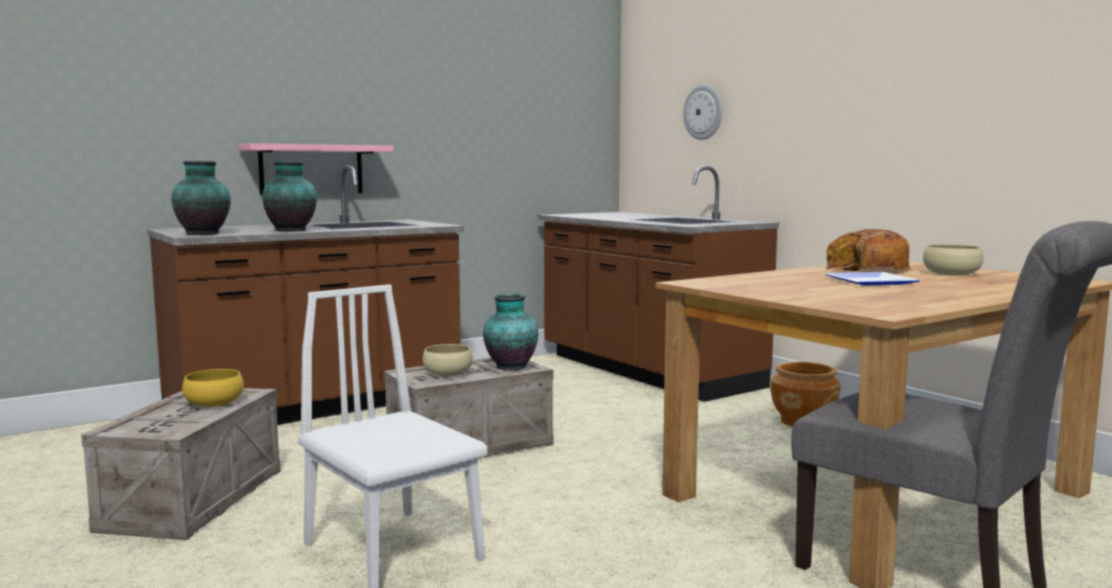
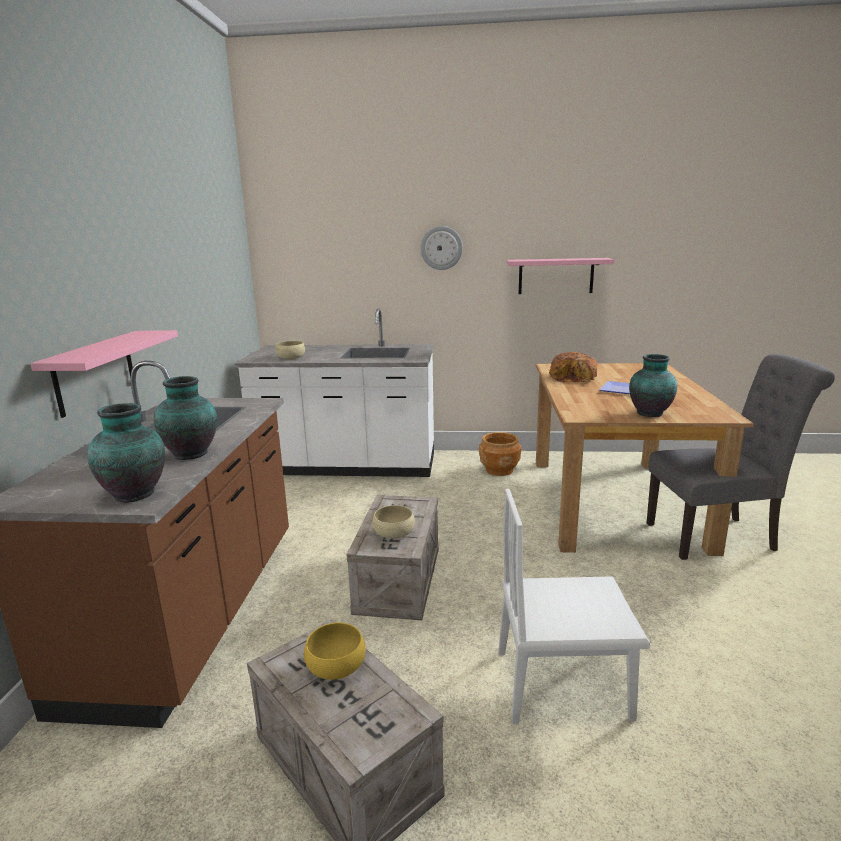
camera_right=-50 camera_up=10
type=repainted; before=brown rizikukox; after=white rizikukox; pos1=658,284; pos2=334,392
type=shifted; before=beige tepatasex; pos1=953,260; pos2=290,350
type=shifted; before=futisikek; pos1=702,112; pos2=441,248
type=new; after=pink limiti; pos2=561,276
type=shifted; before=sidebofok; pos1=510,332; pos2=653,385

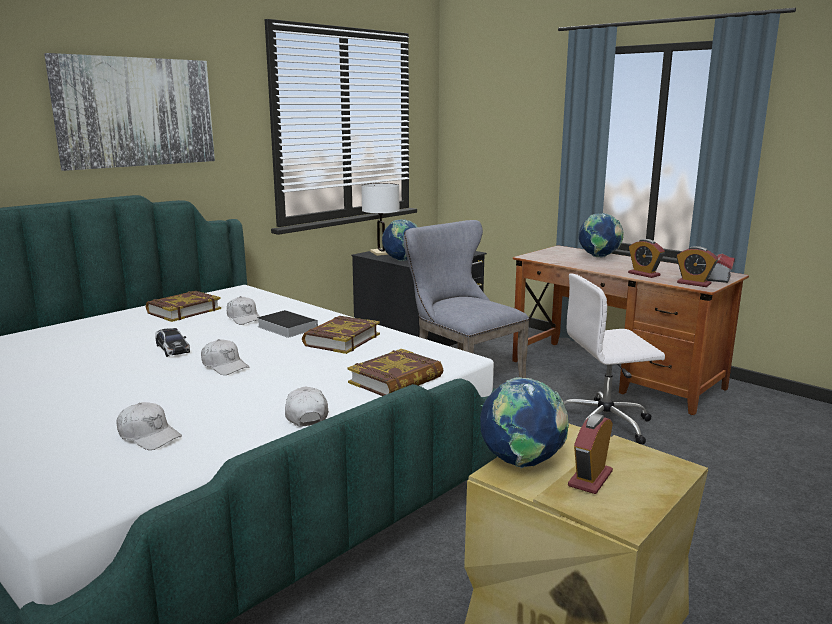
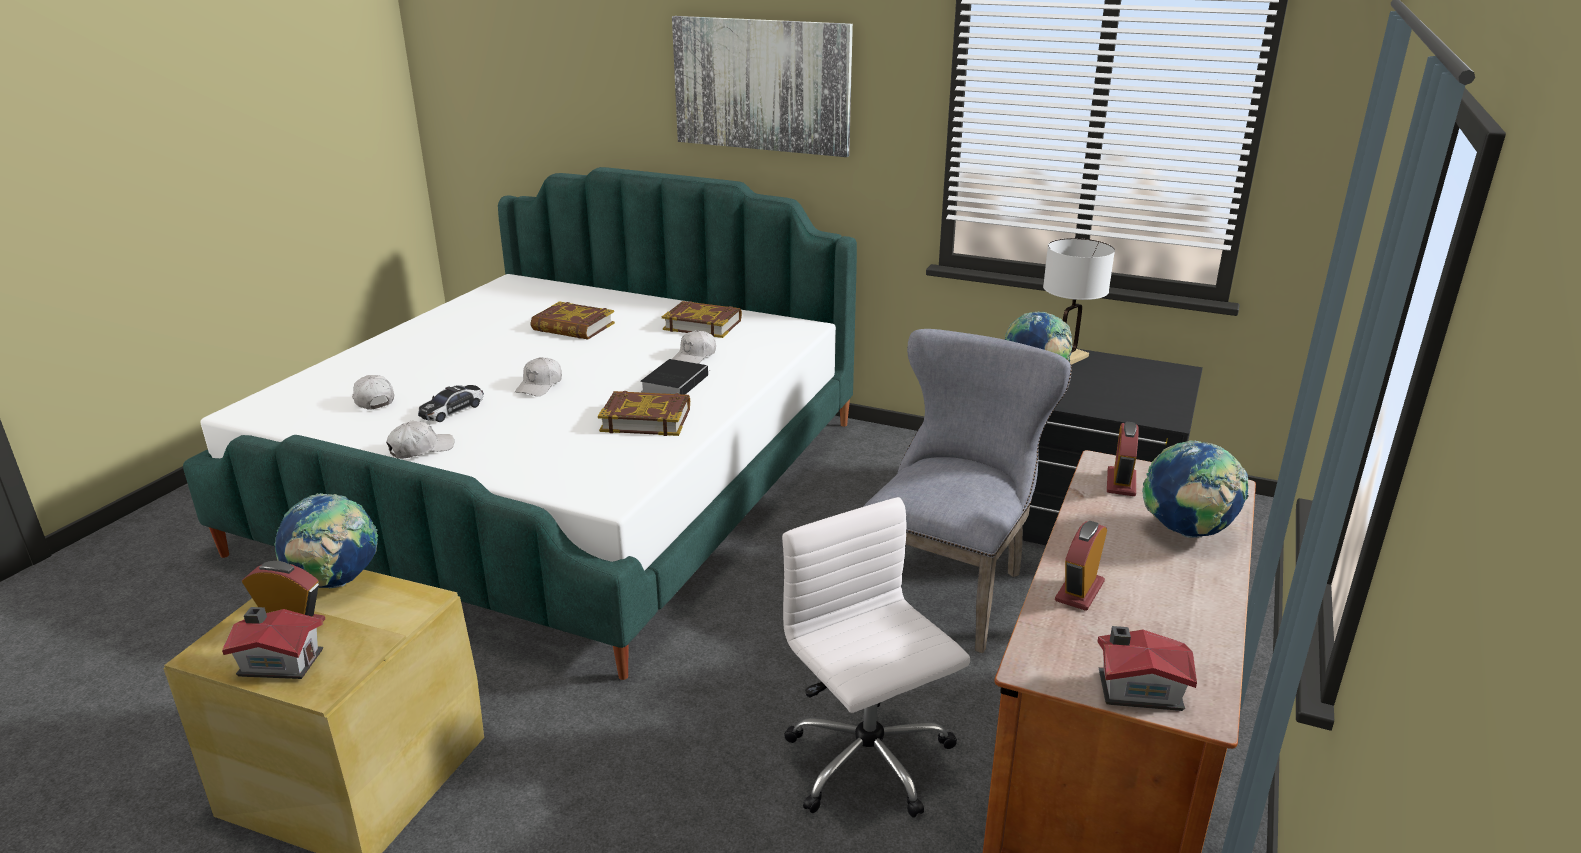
camera_right=70 camera_up=10
type=new; after=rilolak; pos2=272,643
type=rotated; before=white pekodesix; pos1=149,426; pos2=373,392; turn=135
type=shifted; before=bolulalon; pos1=172,342; pos2=451,403
type=shifted; before=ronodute; pos1=395,372; pos2=573,320
type=shifted; before=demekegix; pos1=697,266; pos2=1123,459

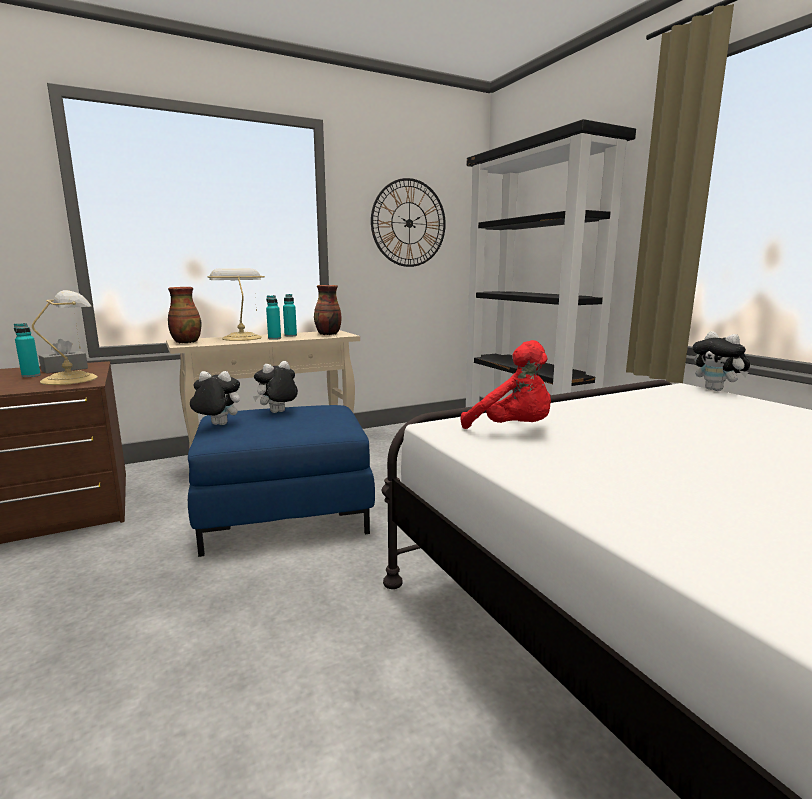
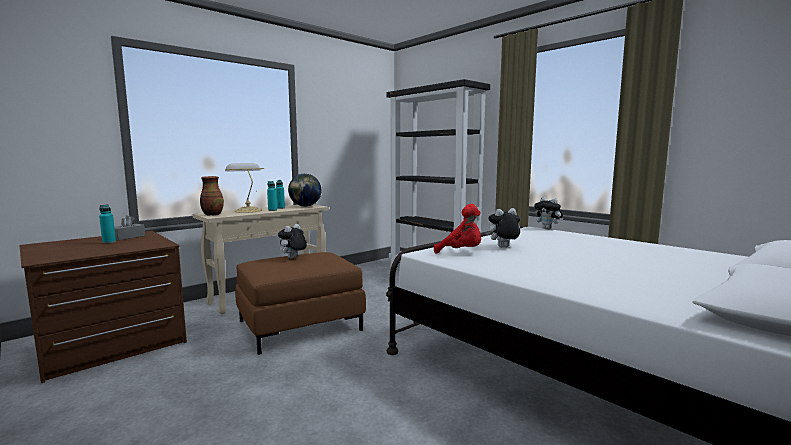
camera_right=-15 camera_up=-5
type=repainted; before=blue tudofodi; after=brown tudofodi; pos1=281,481; pos2=300,303
type=swapped; before=sidebofok; after=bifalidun; pos1=328,310; pos2=305,190
type=shifted; before=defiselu; pos1=215,398; pos2=503,227
type=gone; before=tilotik; pos1=64,337
type=gone; before=futisikek; pos1=408,222

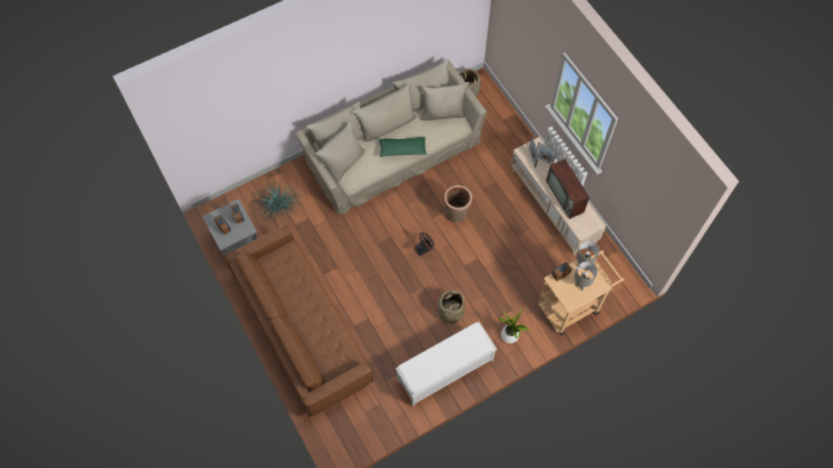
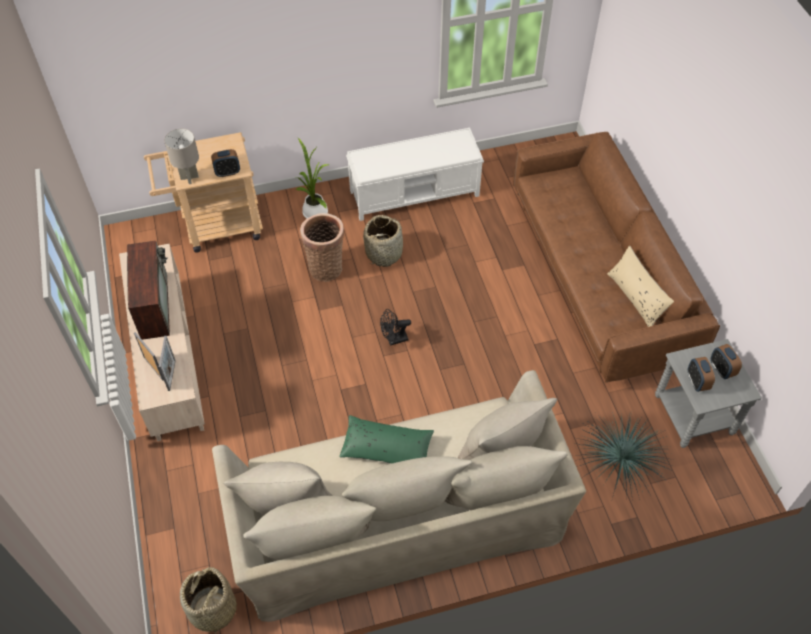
camera_right=-165 camera_up=-10
type=shifted; before=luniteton; pos1=458,204; pos2=322,247
type=new; after=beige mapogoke; pos2=640,286
type=gone; before=grey tilotik; pos1=586,276

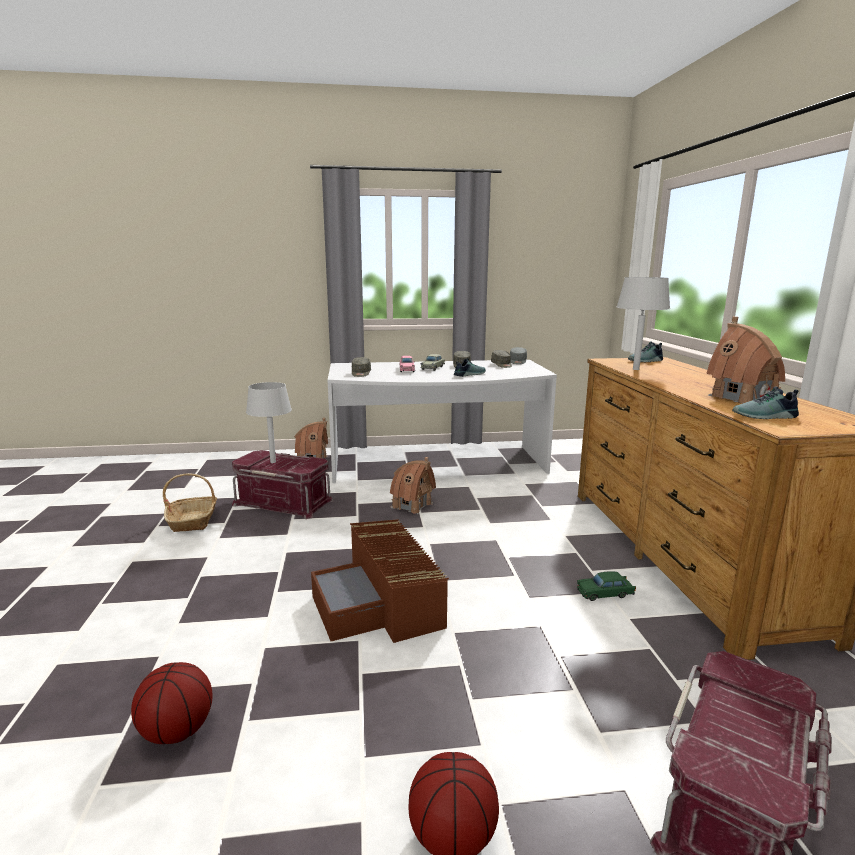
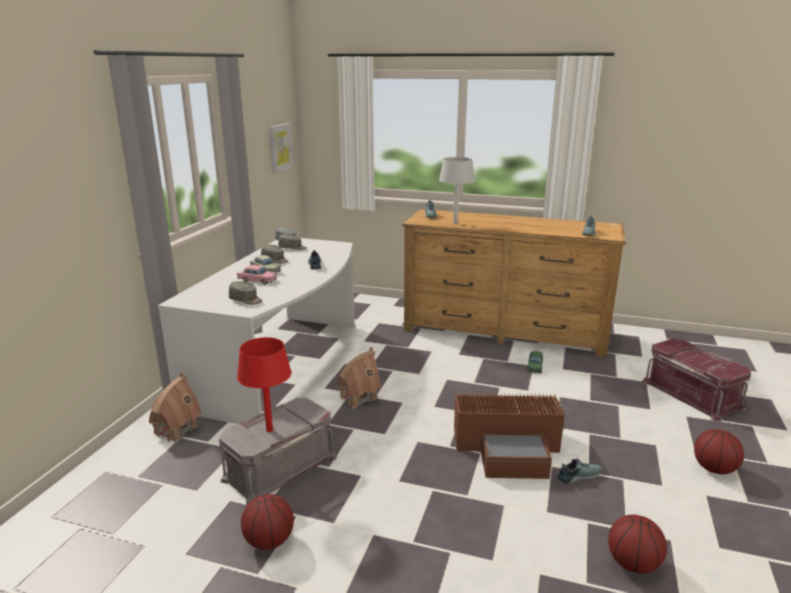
camera_right=-65 camera_up=5
type=repainted; before=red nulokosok; after=grey nulokosok; pos1=283,484; pos2=278,451
type=repainted; before=grey tilotik; after=red tilotik; pos1=269,422; pos2=264,384
type=swapped; before=luniteton; after=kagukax; pos1=190,502; pos2=267,522
type=new; after=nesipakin; pos2=281,148
type=new; after=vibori; pos2=579,471
type=gone; before=rilolak; pos1=746,360

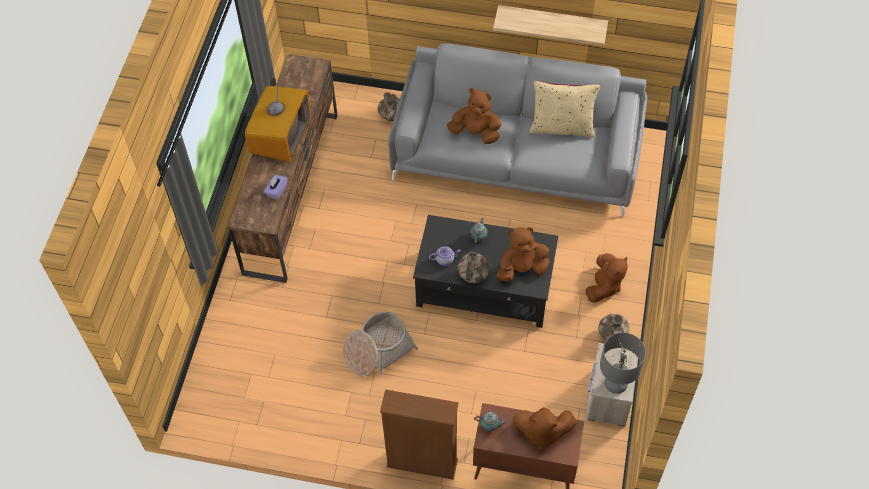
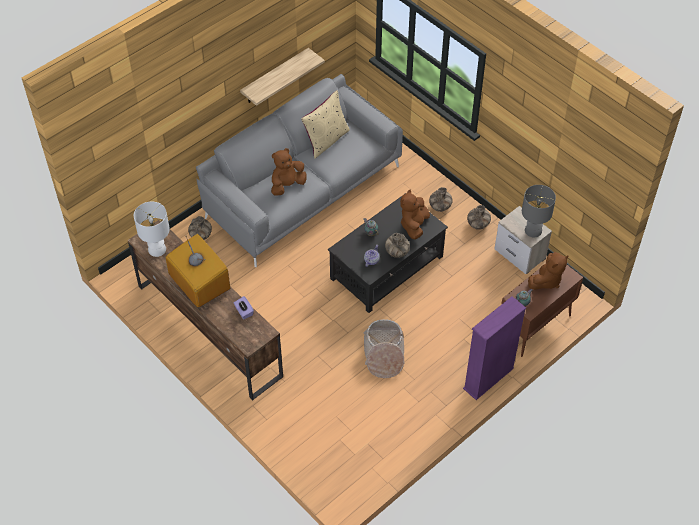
camera_right=-55 camera_up=-5
type=new; after=white tilotik; pos2=152,229
type=swapped; before=brown defiselu; after=sidebofok; pos1=607,278; pos2=441,199
type=repainted; before=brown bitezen; after=purple bitezen; pos1=419,434; pos2=494,348

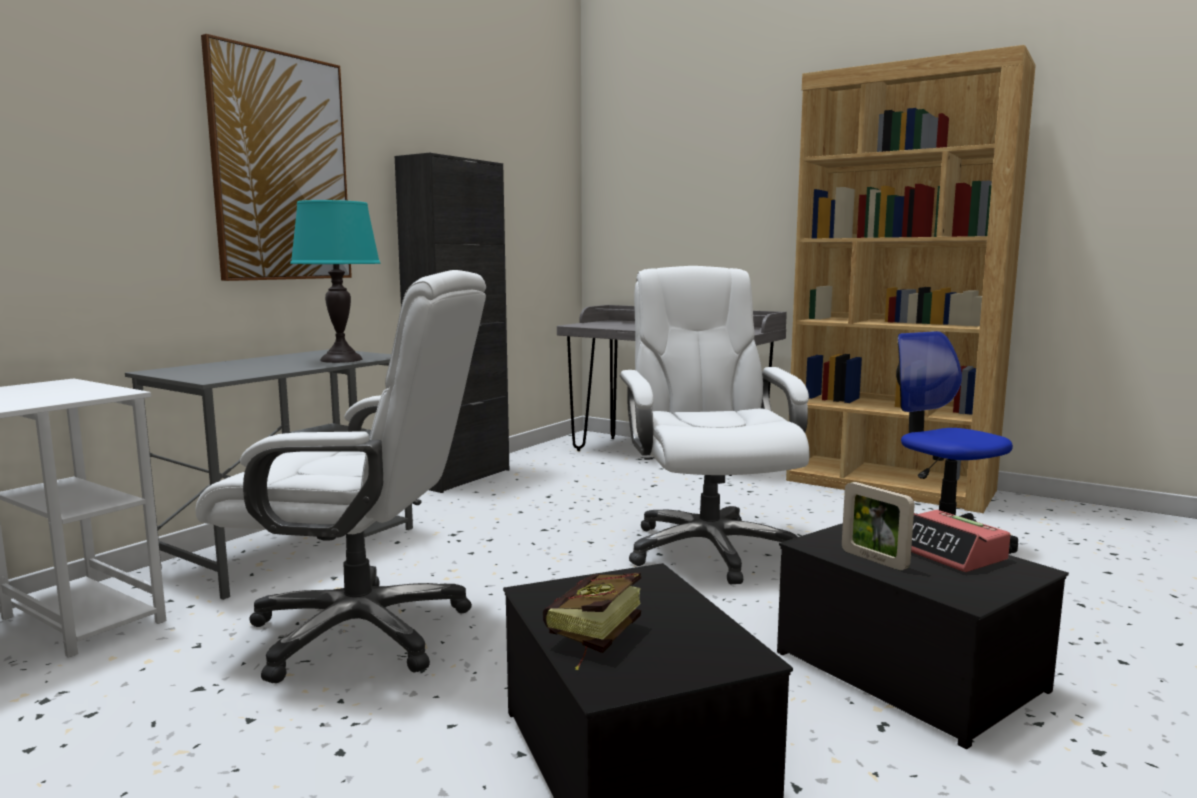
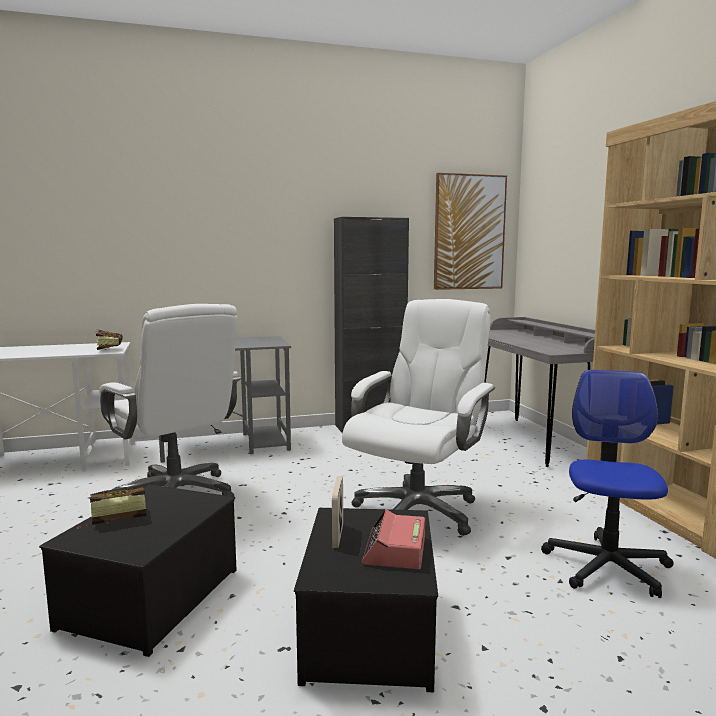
camera_right=40 camera_up=0
type=new; after=ronodute; pos2=109,340
type=shifted; before=nesipakin; pos1=276,157; pos2=470,231
type=gone; before=turquoise tilotik; pos1=335,281

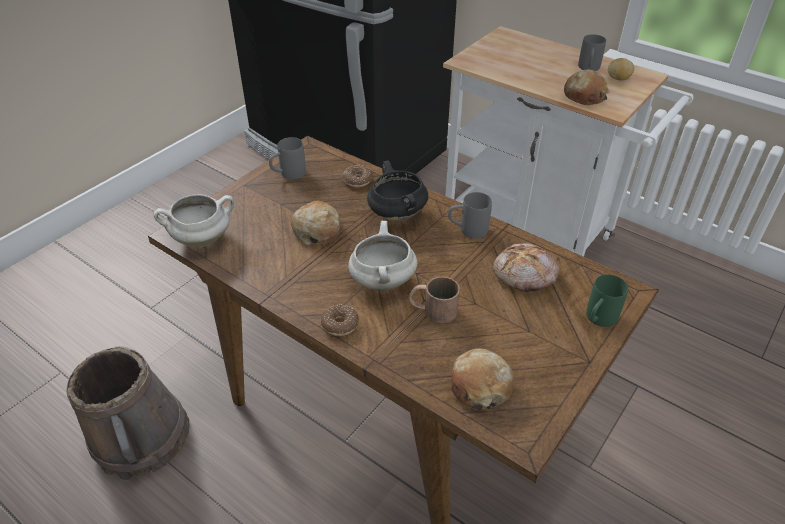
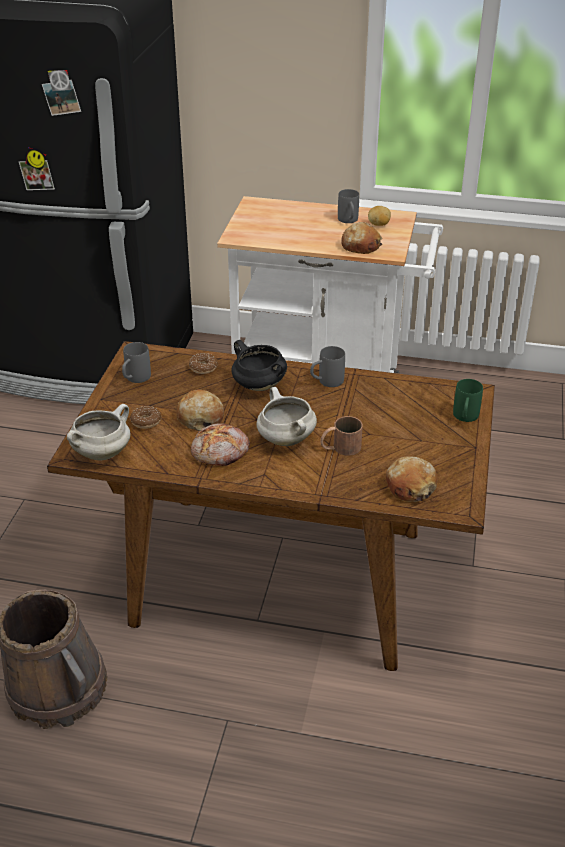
camera_right=-25 camera_up=-5
type=shifted; before=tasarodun; pos1=340,320; pos2=145,417
type=shifted; before=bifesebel; pos1=526,267; pos2=220,444

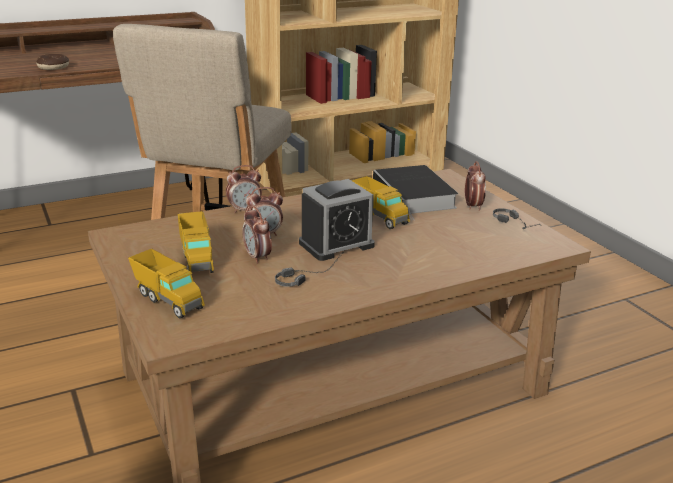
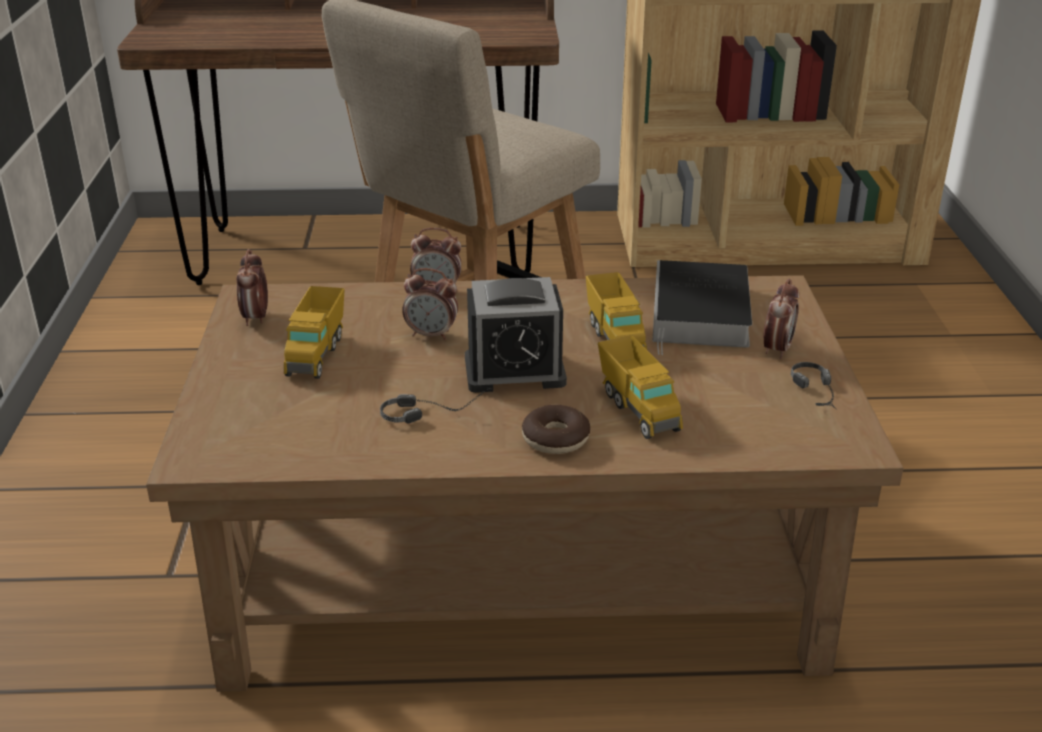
camera_right=25 camera_up=5
type=shifted; before=demekegix; pos1=257,235; pos2=252,287
type=shifted; before=tasarodun; pos1=52,62; pos2=556,429
type=shifted; before=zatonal; pos1=166,283; pos2=640,387

